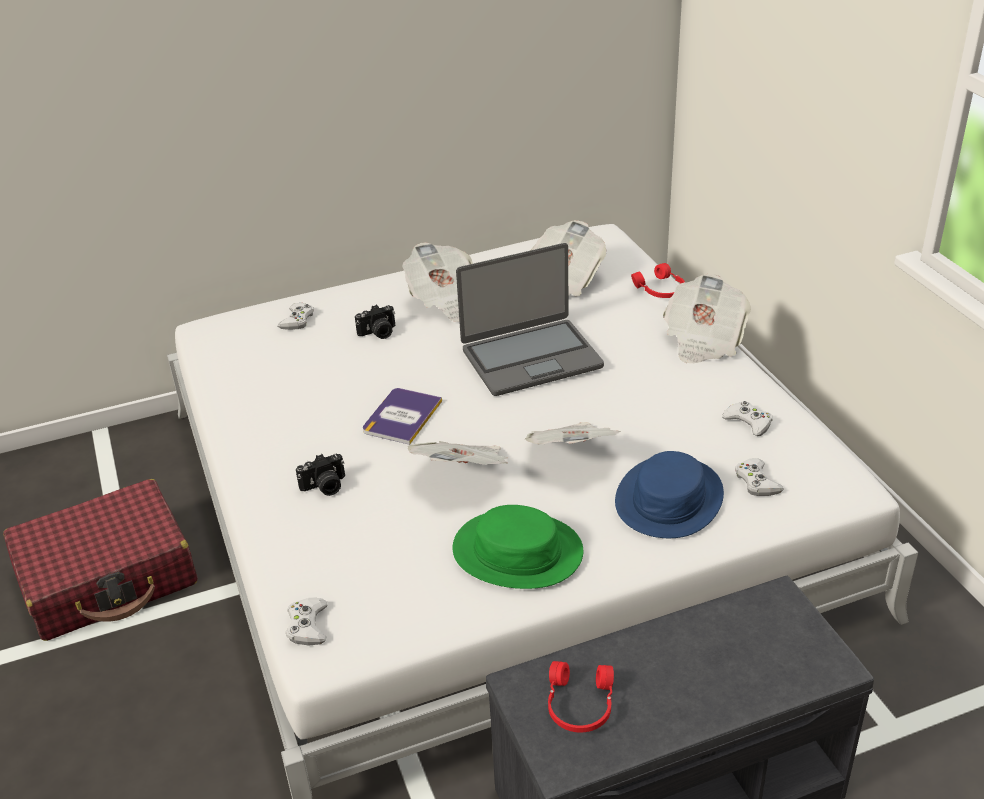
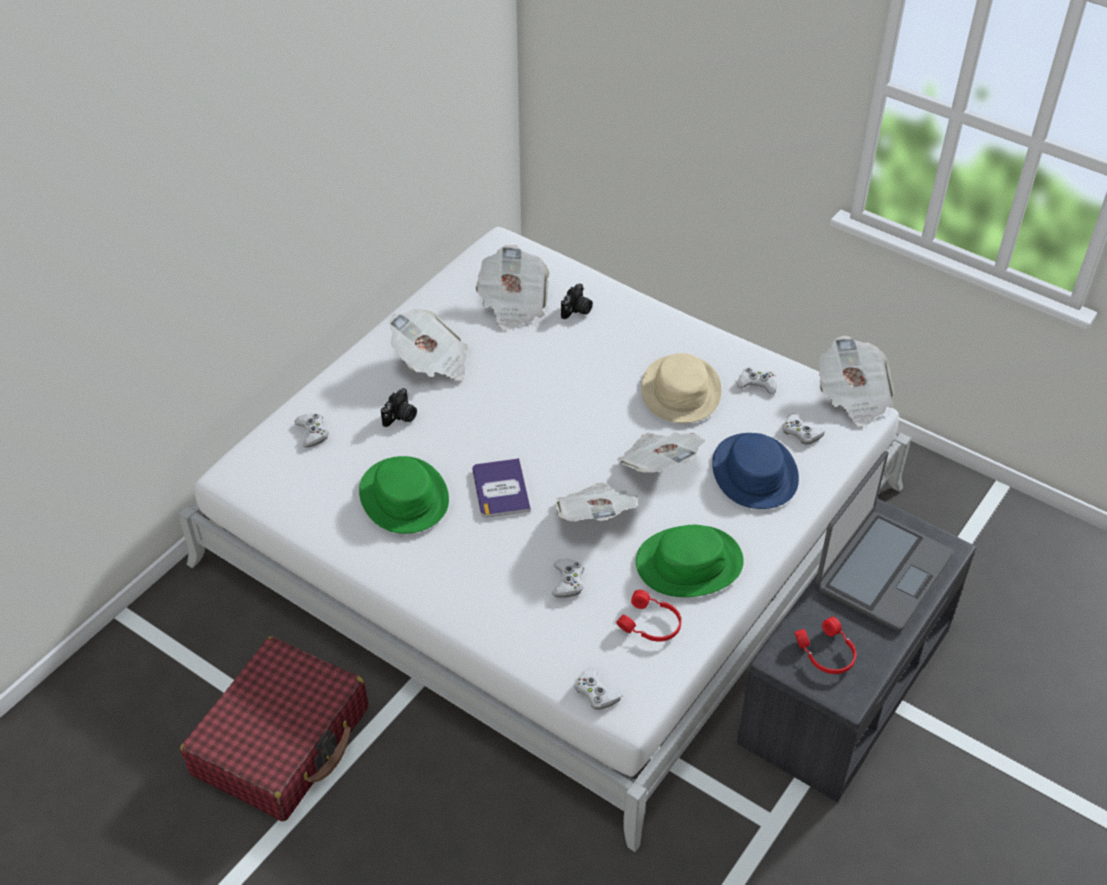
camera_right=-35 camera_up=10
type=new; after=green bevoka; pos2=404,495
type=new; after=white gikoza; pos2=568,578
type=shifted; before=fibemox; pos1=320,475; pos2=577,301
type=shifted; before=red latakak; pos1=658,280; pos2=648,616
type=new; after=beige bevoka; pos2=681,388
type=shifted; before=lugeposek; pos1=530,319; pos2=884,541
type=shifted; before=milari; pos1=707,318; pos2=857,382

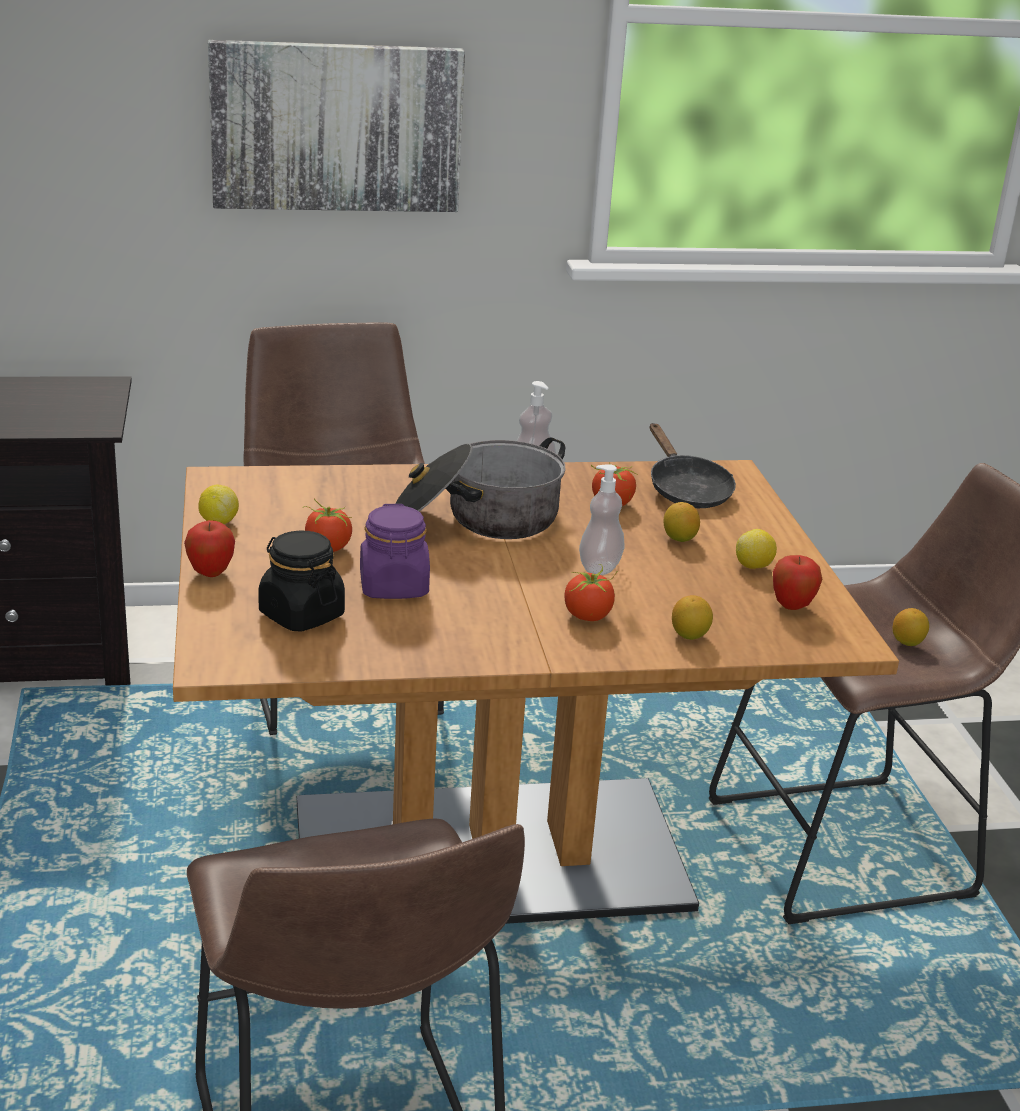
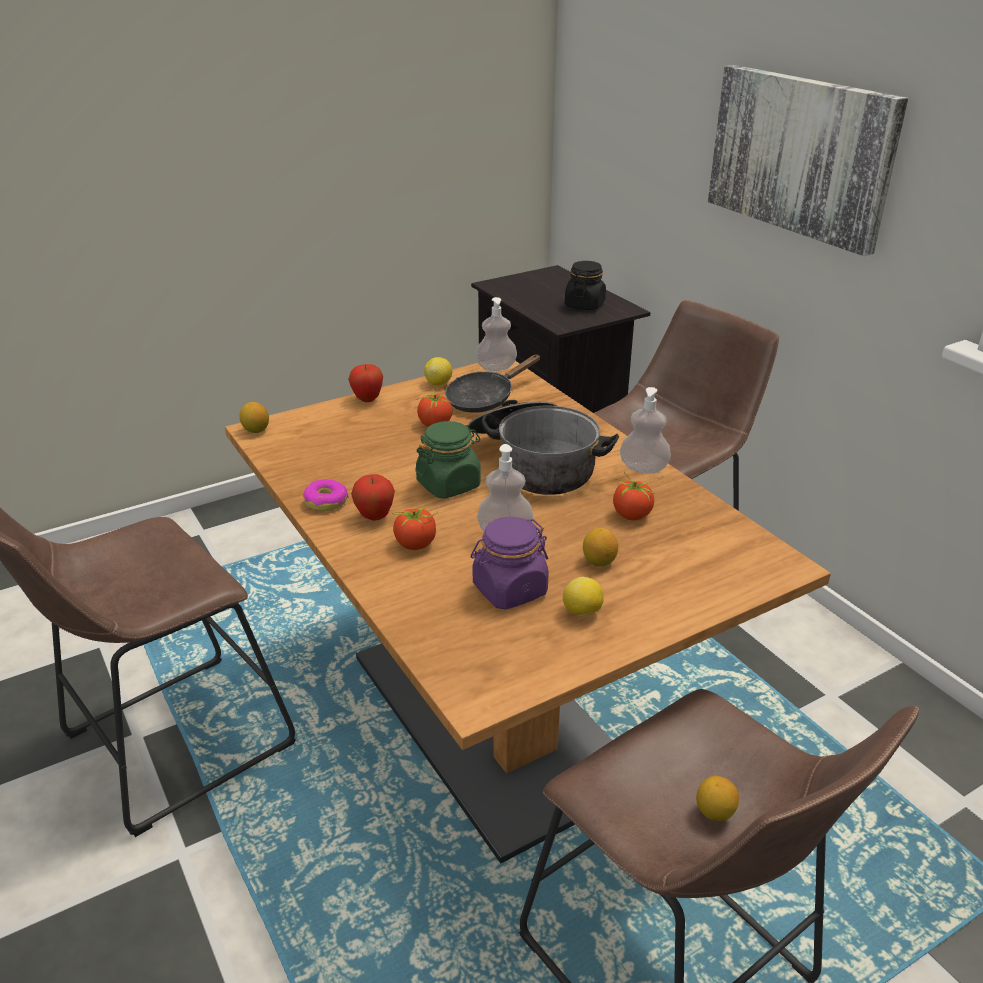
camera_right=70 camera_up=5
type=shifted; before=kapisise; pos1=692,617; pos2=254,417
type=new; after=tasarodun; pos2=325,495
type=shifted; before=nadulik; pos1=798,582; pos2=373,497
type=new; after=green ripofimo; pos2=448,459
type=shifted; before=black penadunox; pos1=693,465; pos2=493,384
type=shifted; before=purple ripofimo; pos1=395,551; pos2=510,563
type=new; after=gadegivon; pos2=496,334
type=shifted; before=black ripofimo; pos1=301,581; pos2=585,285

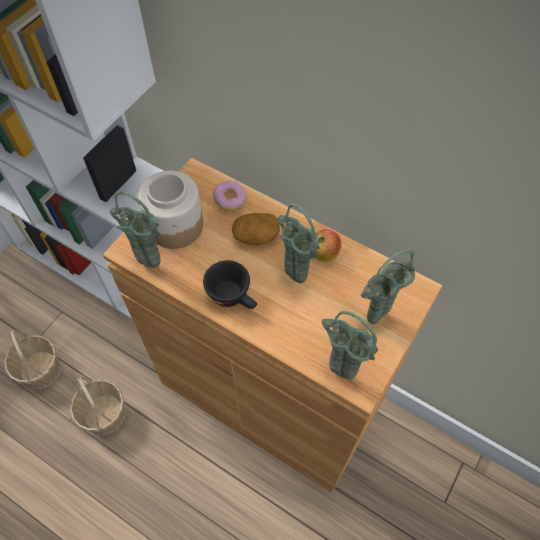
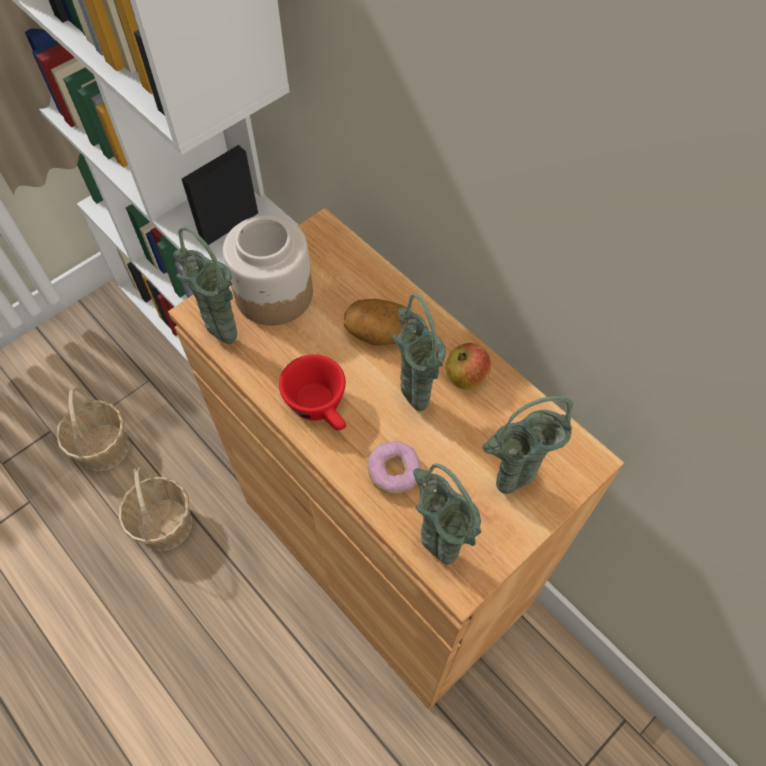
camera_right=15 camera_up=0
type=repainted; before=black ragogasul; after=red ragogasul; pos1=230,284; pos2=312,392
type=shifted; before=tasarodun; pos1=230,195; pos2=394,467

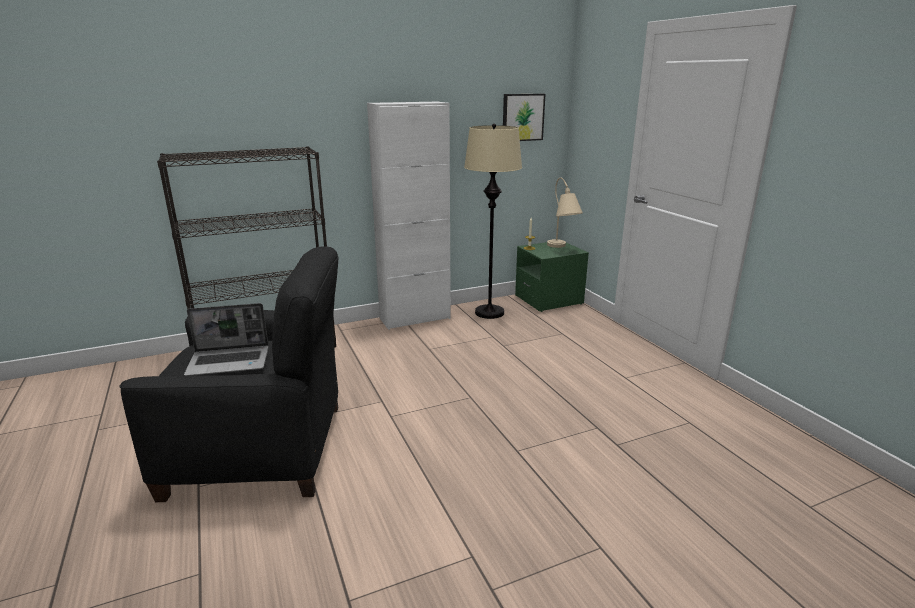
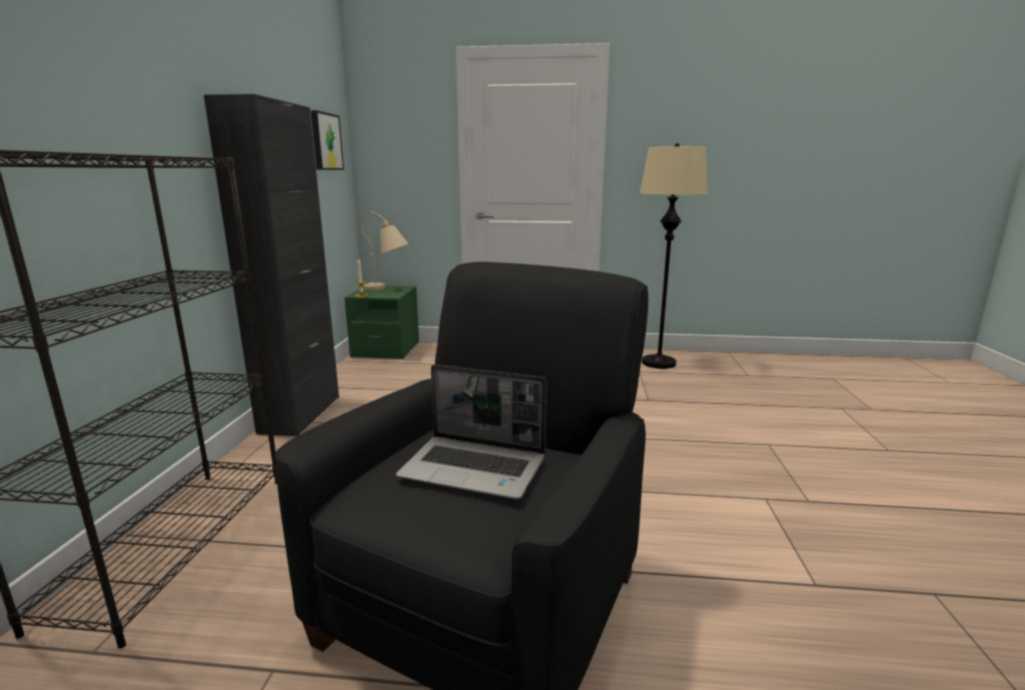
camera_right=-60 camera_up=-5
type=repainted; before=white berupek; after=black berupek; pos1=409,215; pos2=271,265
type=rotated; before=lugeposek; pos1=226,339; pos2=471,432; turn=90
type=shifted; before=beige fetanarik; pos1=493,221; pos2=674,256

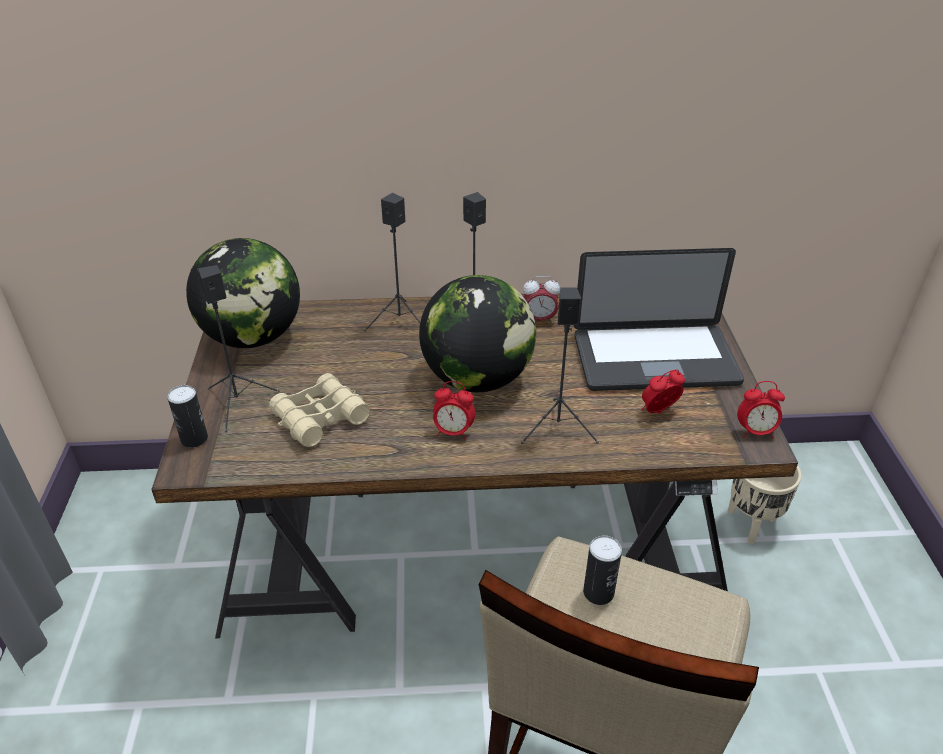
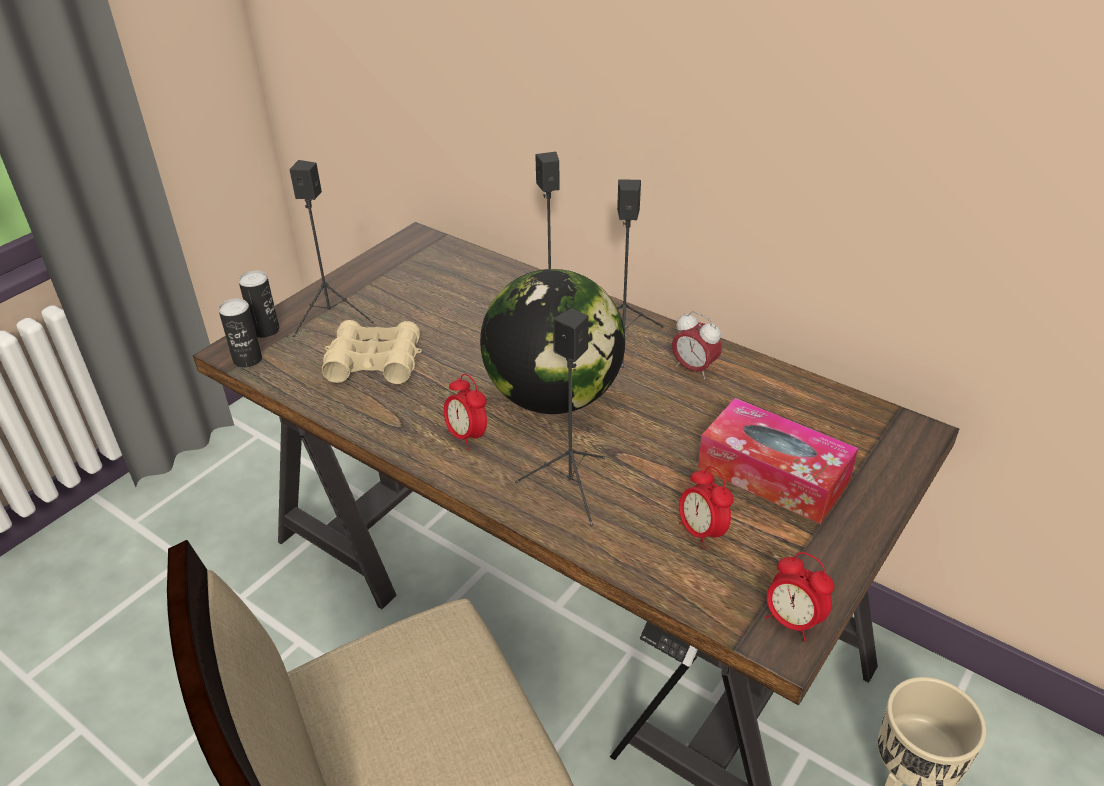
camera_right=40 camera_up=0
type=shifted; before=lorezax; pos1=602,570; pos2=240,333
type=rotated; before=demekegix; pos1=663,392; pos2=706,507; turn=-135
type=swapped; before=lugeposek; after=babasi; pos1=659,319; pos2=778,461
type=gone; before=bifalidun; pos1=243,293

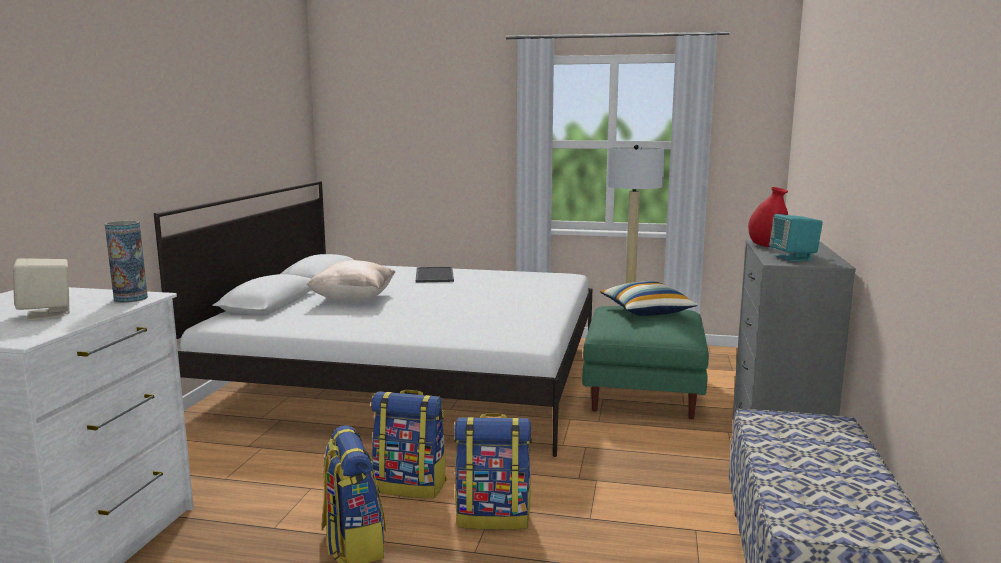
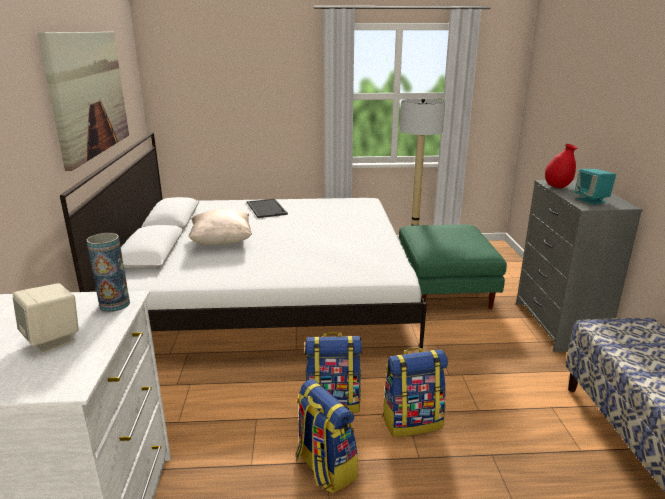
camera_right=-15 camera_up=10
type=new; after=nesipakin; pos2=83,101
type=gone; before=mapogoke; pos1=649,298

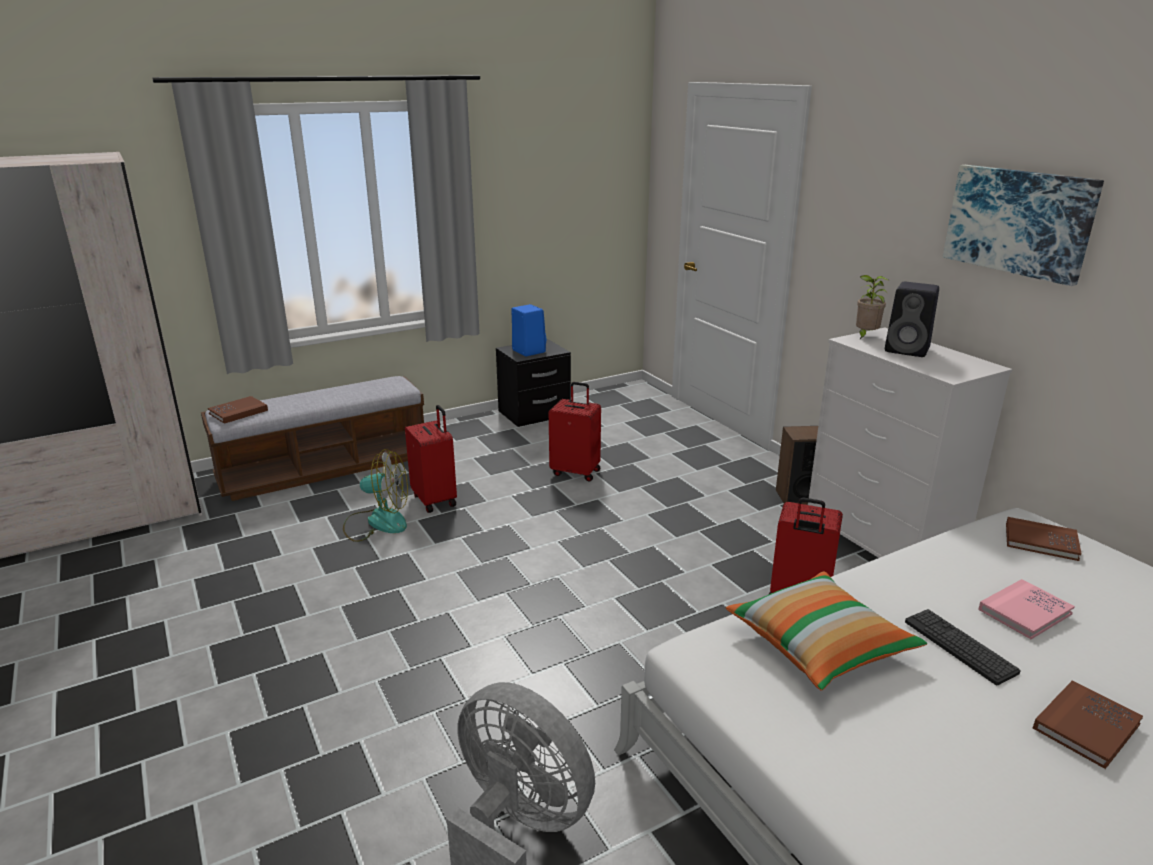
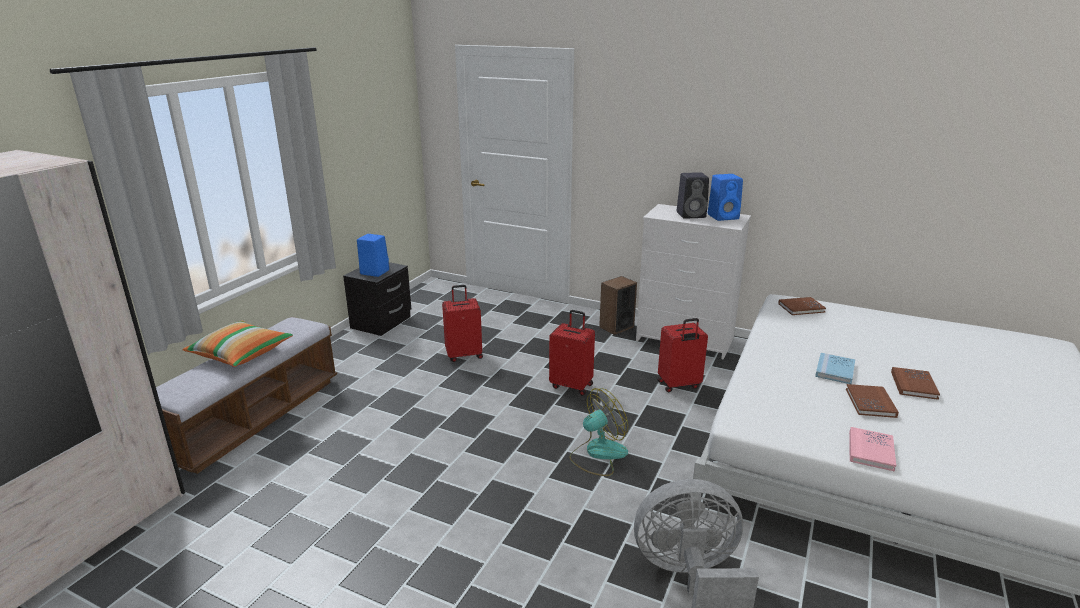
camera_right=-35 camera_up=0
type=shifted; before=mapogoke; pos1=826,631; pos2=237,344
type=shifted; before=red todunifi; pos1=431,459; pos2=572,352
type=shifted; before=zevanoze; pos1=375,495; pos2=599,432
type=new; after=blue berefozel; pos2=725,197
type=swapped; before=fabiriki; after=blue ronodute; pos1=963,647; pos2=835,368
type=shifted; before=brown ronodute; pos1=238,410; pos2=872,401
type=shifted; before=pink ronodute; pos1=1026,609; pos2=872,449
type=gone; before=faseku; pos1=873,307
type=gone; before=nesipakin; pos1=1023,225

